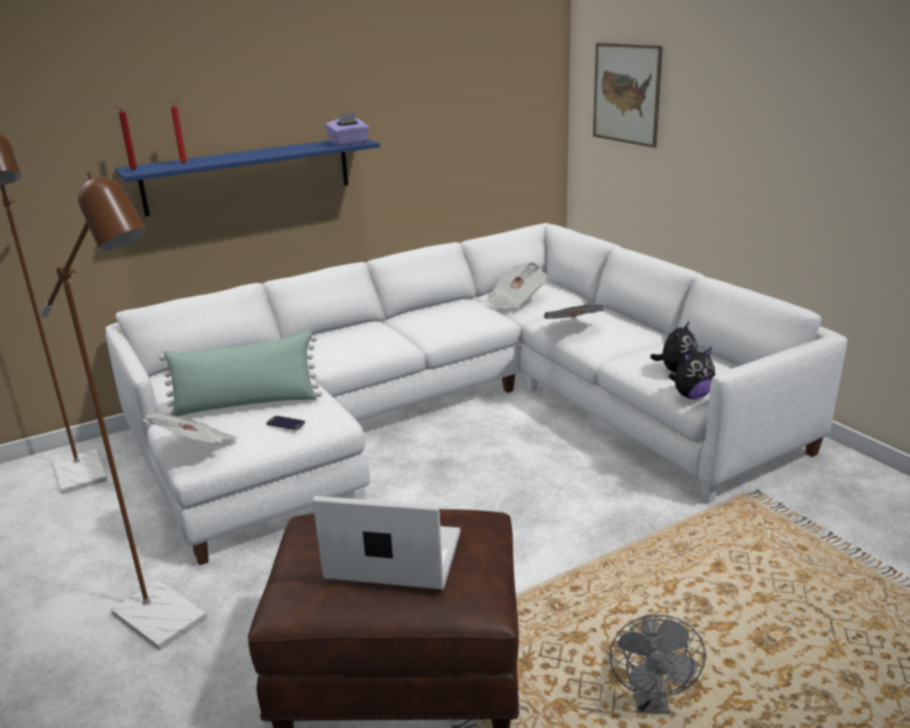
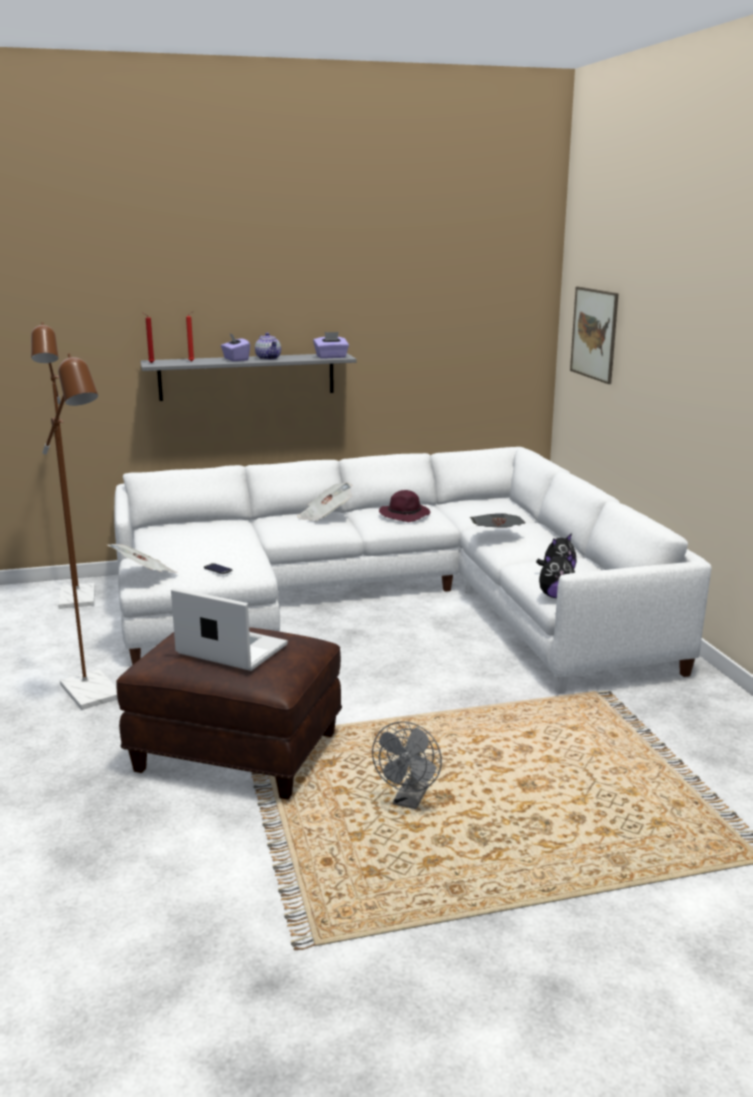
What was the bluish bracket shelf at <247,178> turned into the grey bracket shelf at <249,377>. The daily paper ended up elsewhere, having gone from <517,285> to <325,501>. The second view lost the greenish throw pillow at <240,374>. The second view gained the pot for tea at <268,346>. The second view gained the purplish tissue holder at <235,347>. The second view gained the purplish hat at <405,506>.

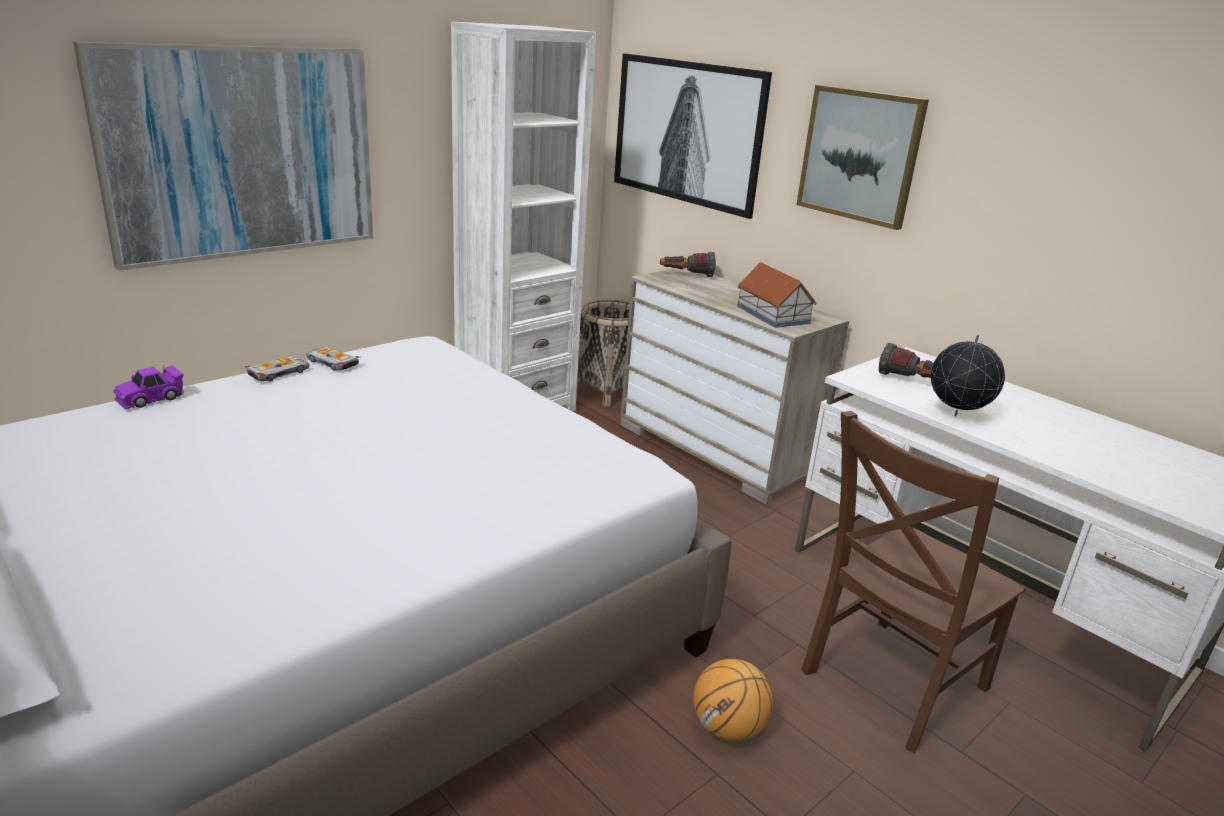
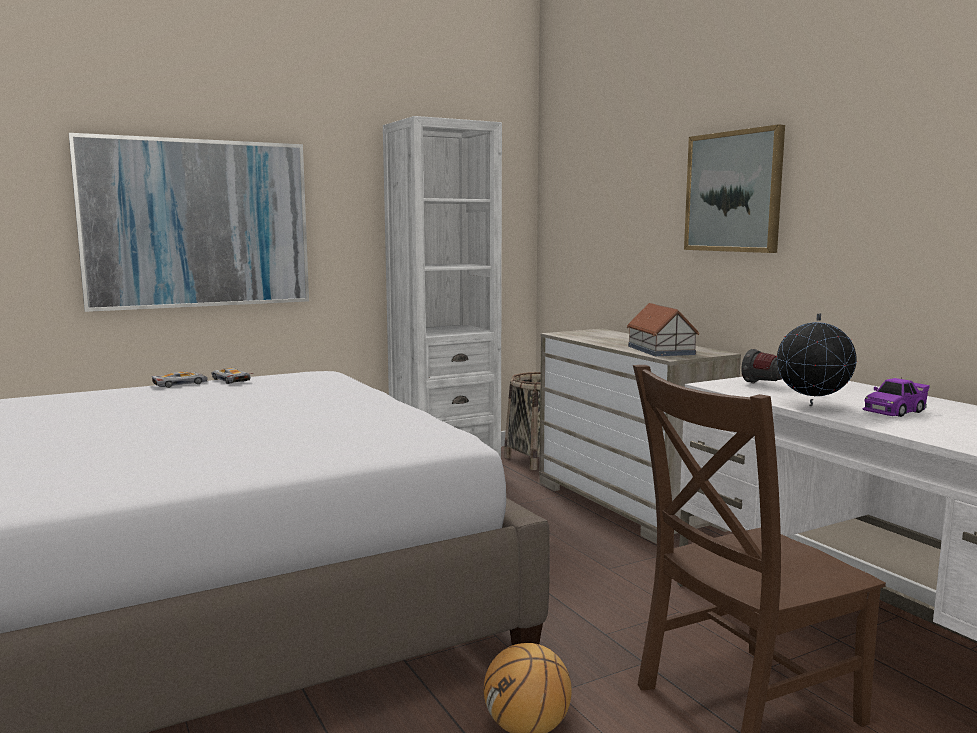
The second view lost the wall picture at <693,136>. The second view lost the hand torch at <688,264>. The purplish model car ended up elsewhere, having gone from <148,387> to <896,397>.

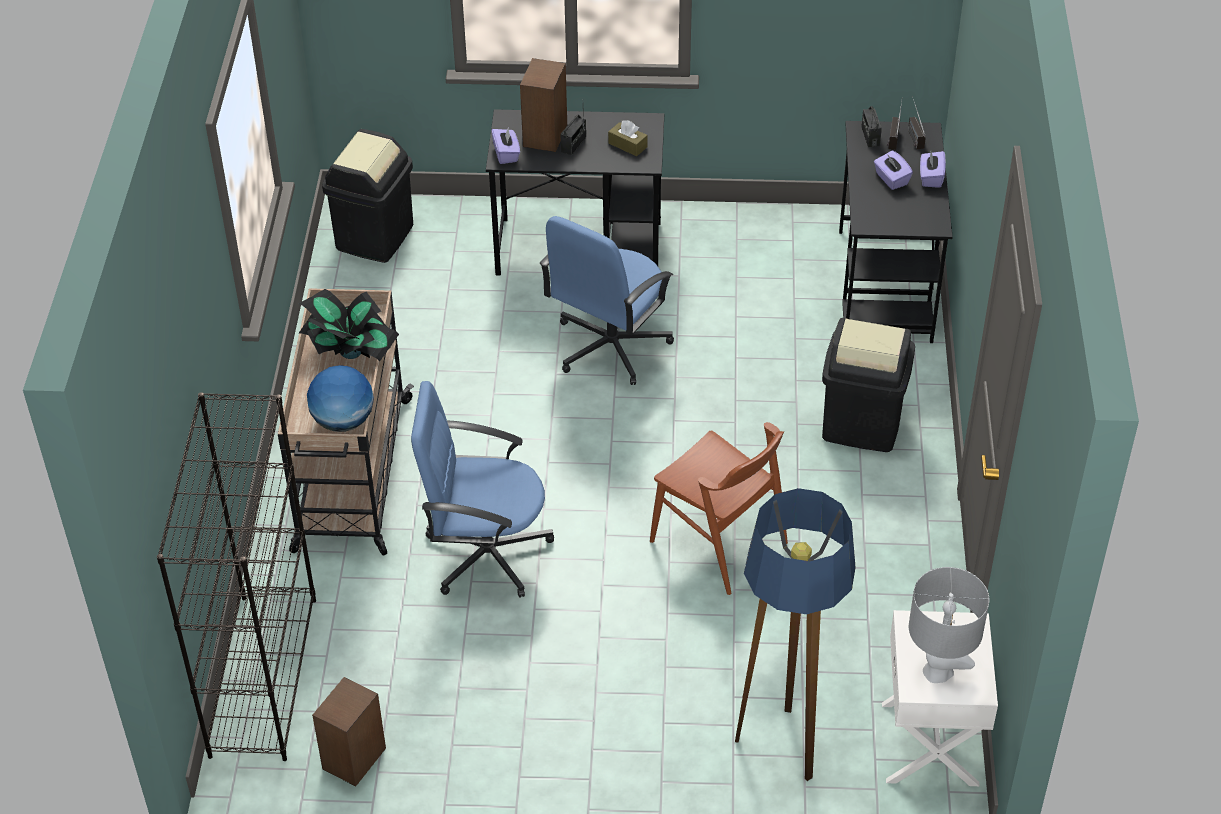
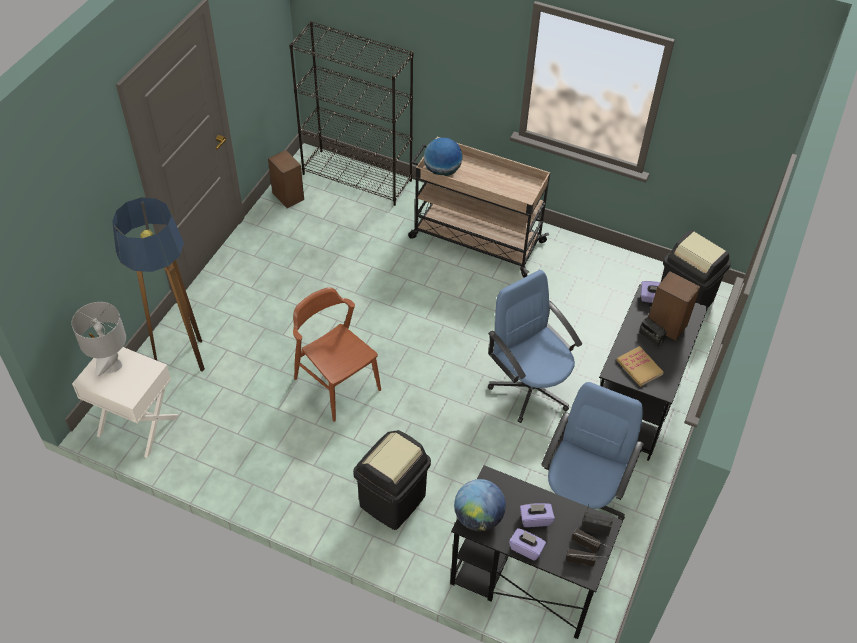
Where the brownish tissue holder stood at <628,138>, the book came to stand at <640,366>. The second view lost the houseplant at <349,325>. The bluish computer chair ended up elsewhere, having gone from <482,489> to <592,451>. The brownish plain chair at <719,508> ended up facing another way, 75 degrees clockwise from before. The second view gained the desk globe at <480,505>.

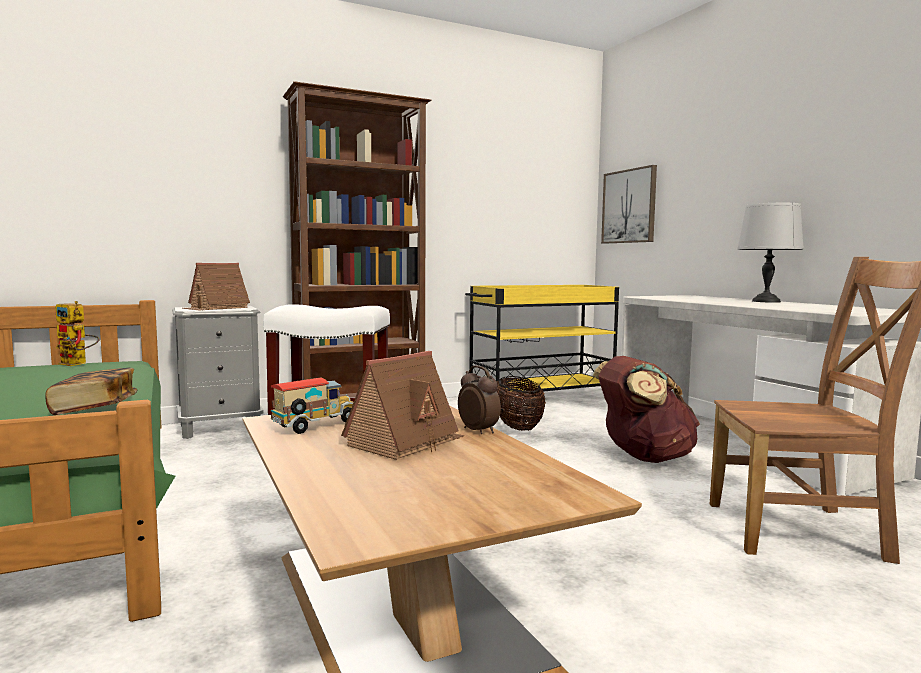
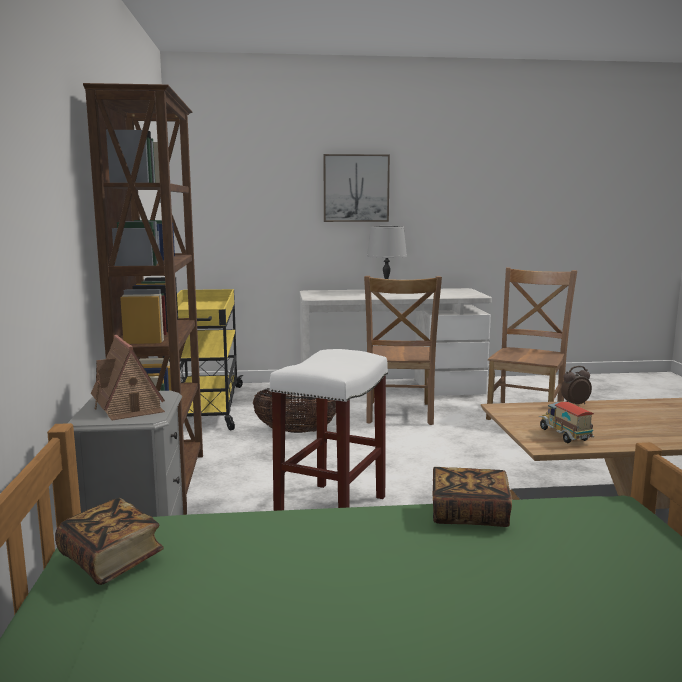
The wall picture ended up elsewhere, having gone from <629,204> to <356,188>. Where the robot figure stood at <77,333>, the book came to stand at <109,541>. The second view lost the model house at <402,405>. Where the brownish backpack stood at <646,409>, the brownish plain chair came to stand at <403,350>.

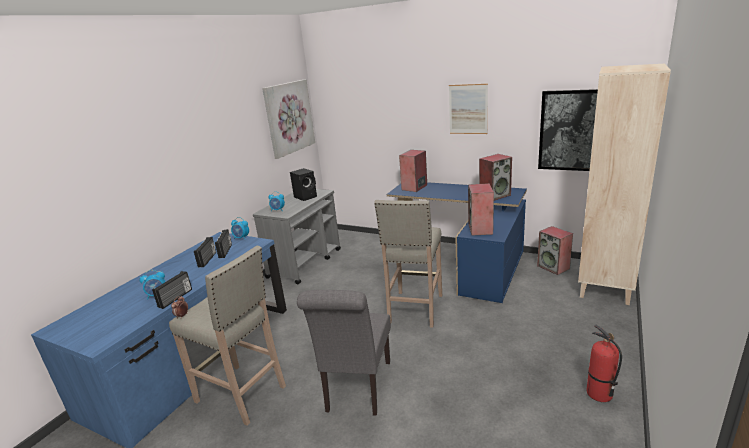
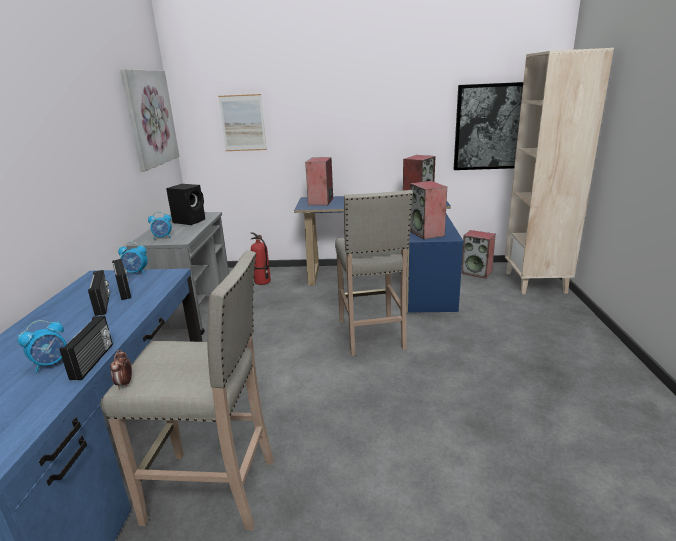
The wall picture ended up elsewhere, having gone from <468,109> to <242,122>. The second view lost the grey plain chair at <344,353>. The fire-fighting cylinder ended up elsewhere, having gone from <604,363> to <261,258>.

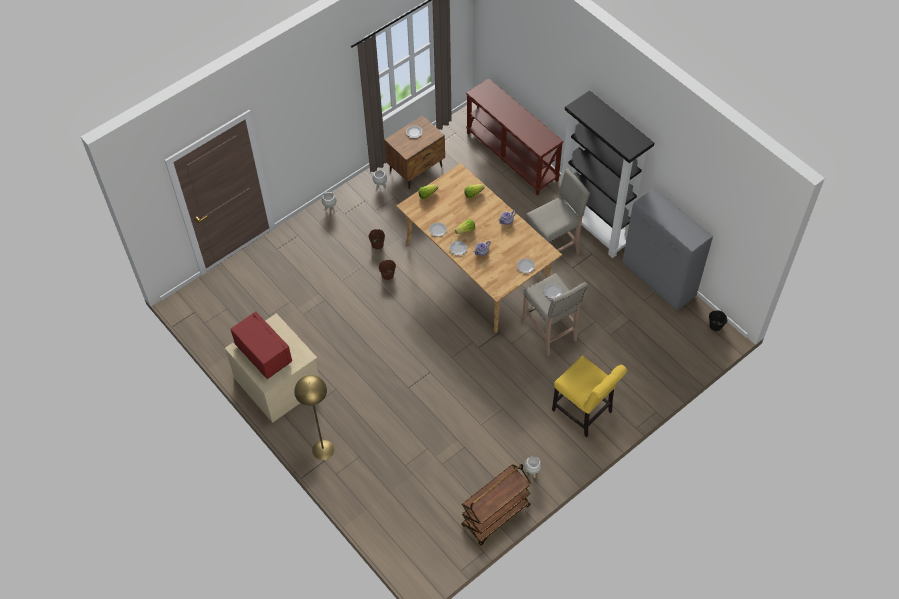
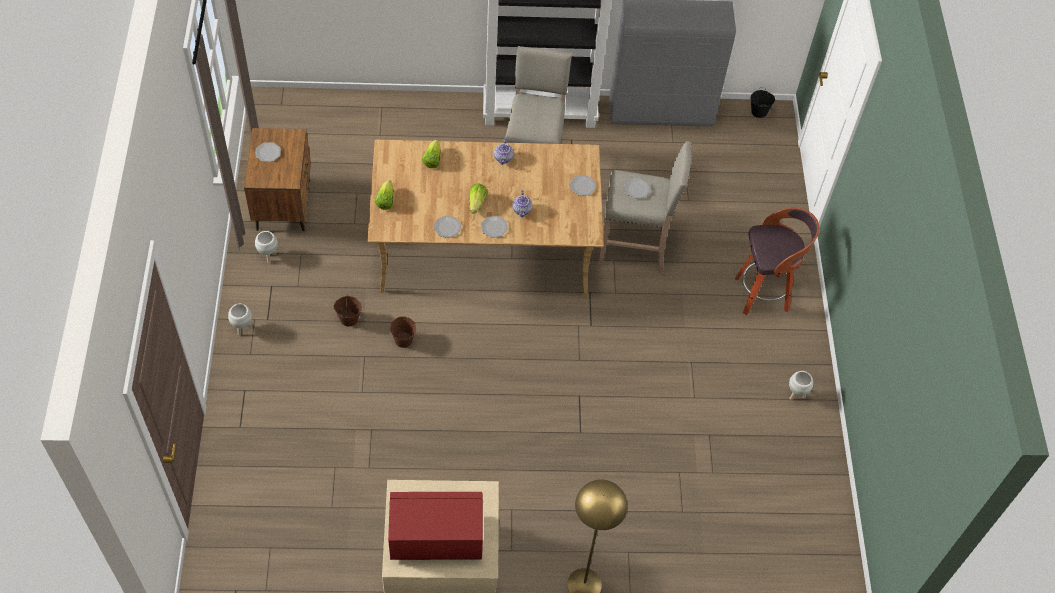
The second view lost the brownish narrow table at <515,137>. Where the yellow-coloured plain chair stood at <589,396>, the sitting stool came to stand at <777,261>. The second view lost the brownish wheeled cart at <496,505>.

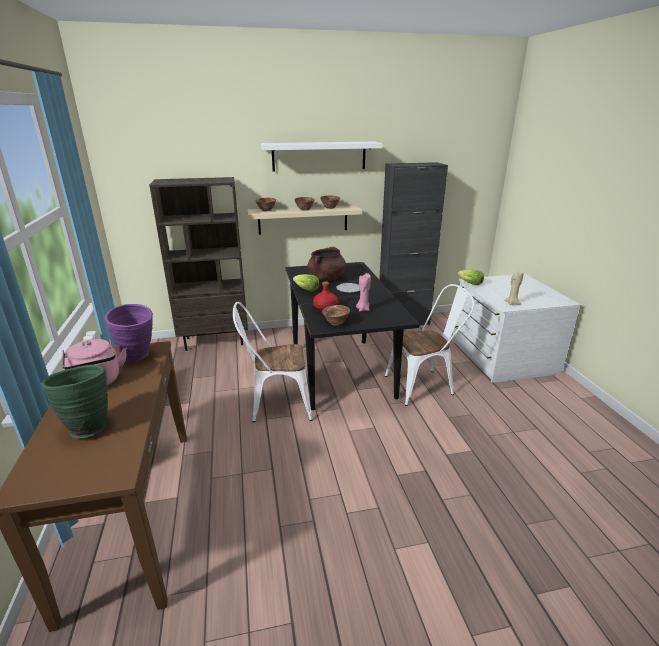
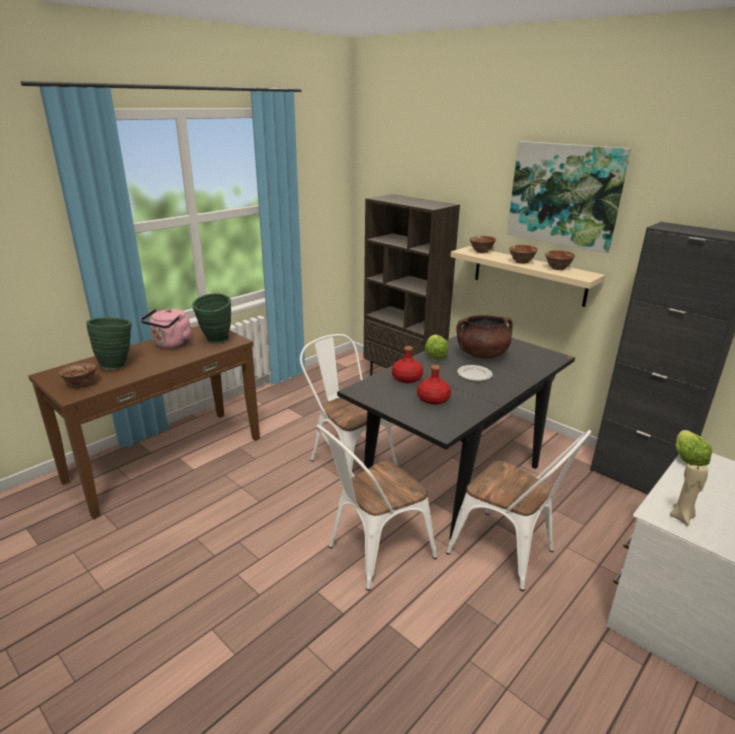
Where the white bracket shelf hung at <322,157>, the wall picture came to hang at <569,197>. Where the pinkish wax candle stood at <363,292>, the red-coloured bottle came to stand at <434,385>. What was the purplish flower vase at <129,332> turned into the greenish flower vase at <211,319>. The serving bowl ended up elsewhere, having gone from <336,315> to <77,375>. The second view gained the white plain chair at <376,508>.

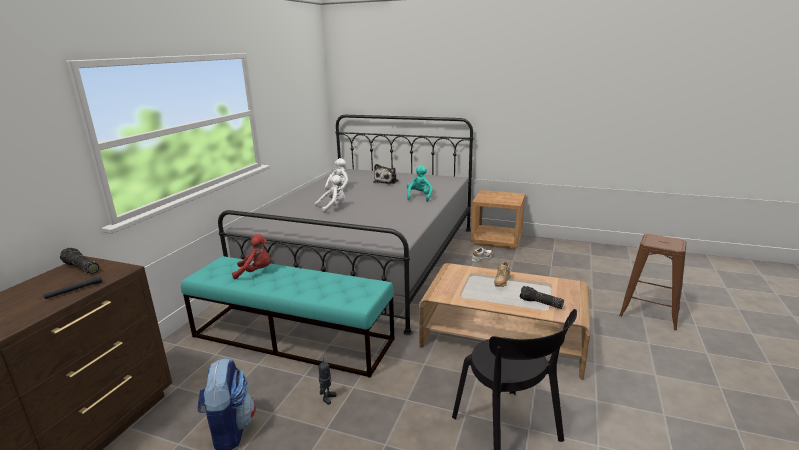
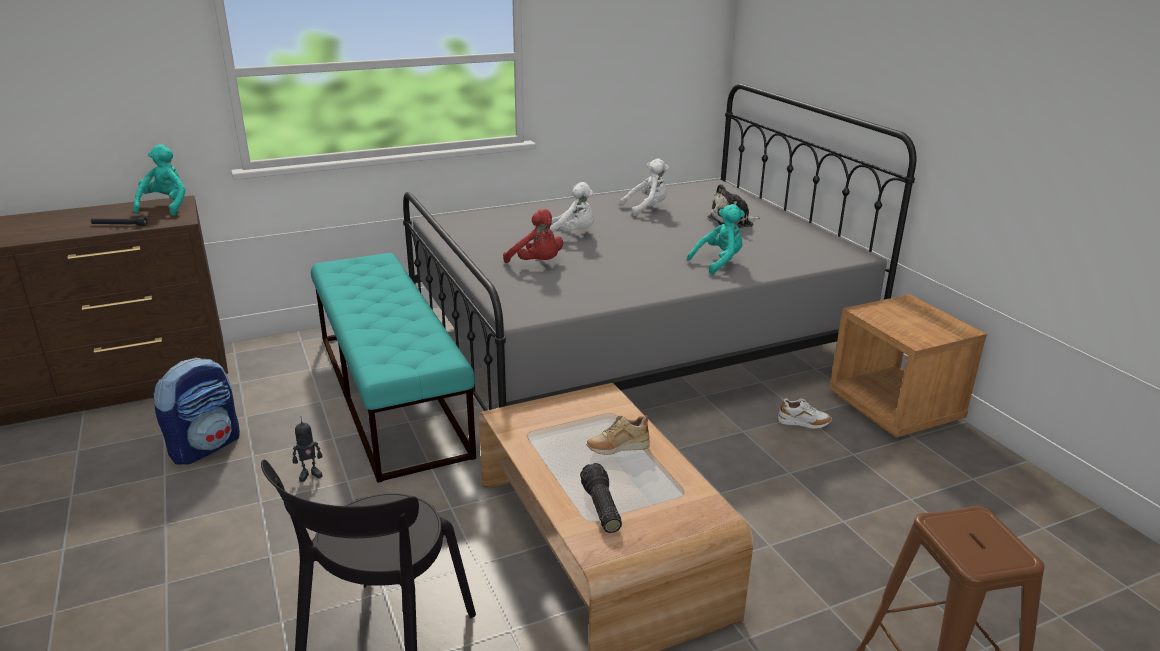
The red-coloured soft toy ended up elsewhere, having gone from <251,256> to <533,236>. Where the hand torch stood at <79,261>, the turquoise-coloured soft toy came to stand at <159,180>.

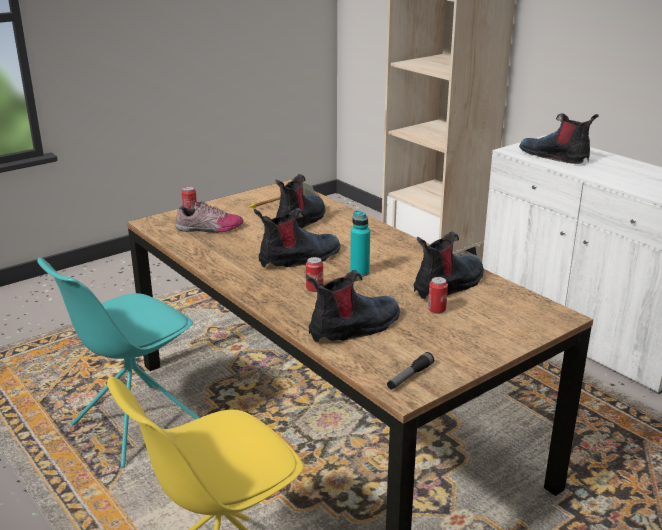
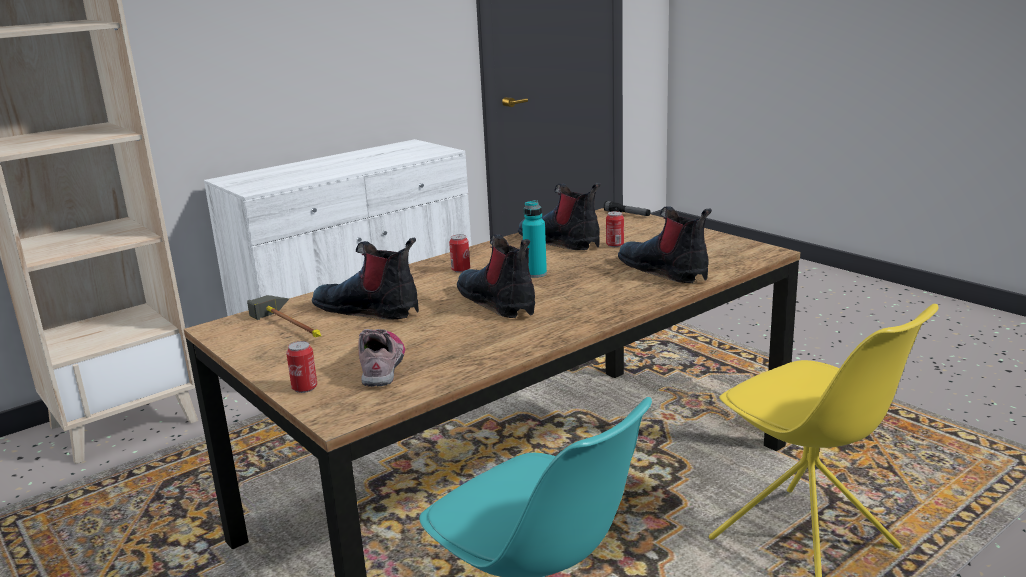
The second view lost the high-top boot at <559,138>. The metal can ended up elsewhere, having gone from <314,274> to <459,253>. The hand torch ended up elsewhere, having gone from <410,371> to <626,208>.

